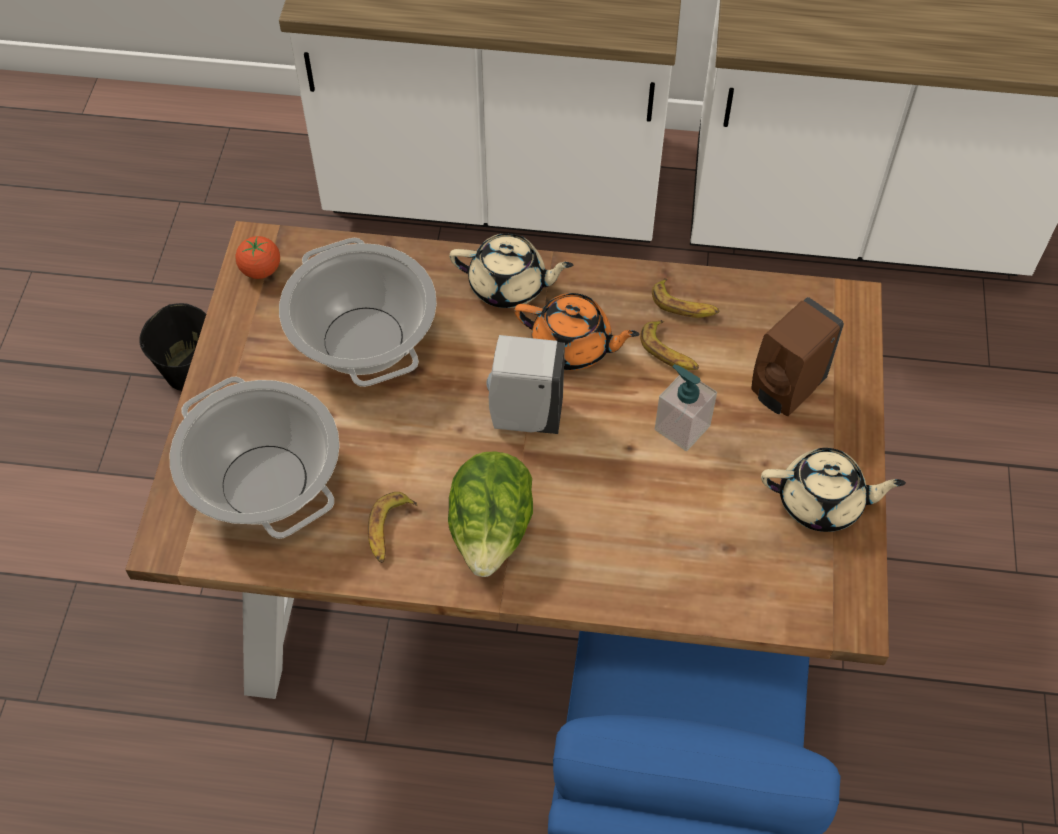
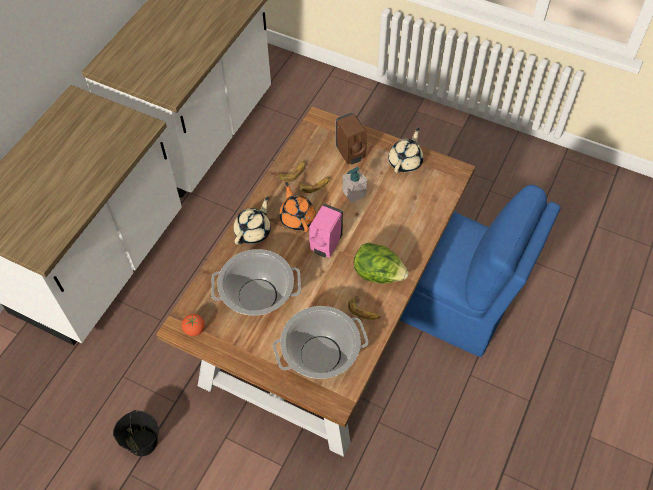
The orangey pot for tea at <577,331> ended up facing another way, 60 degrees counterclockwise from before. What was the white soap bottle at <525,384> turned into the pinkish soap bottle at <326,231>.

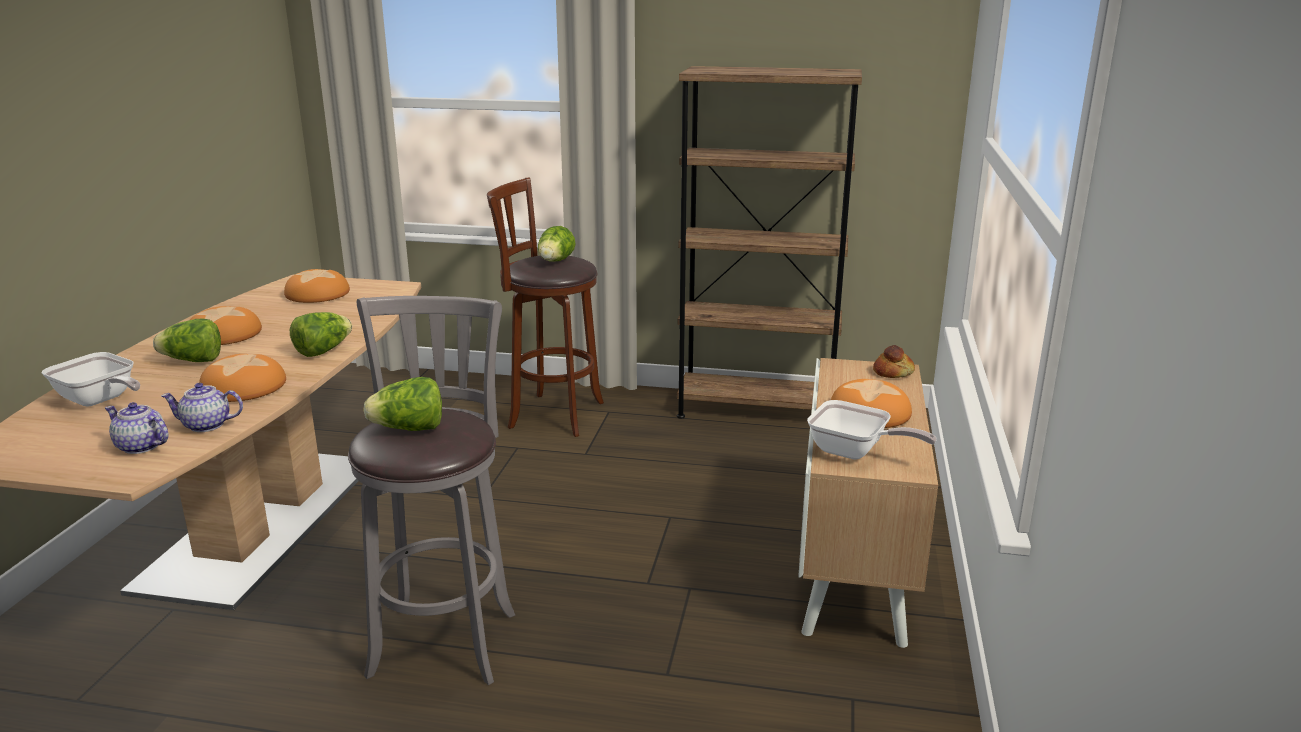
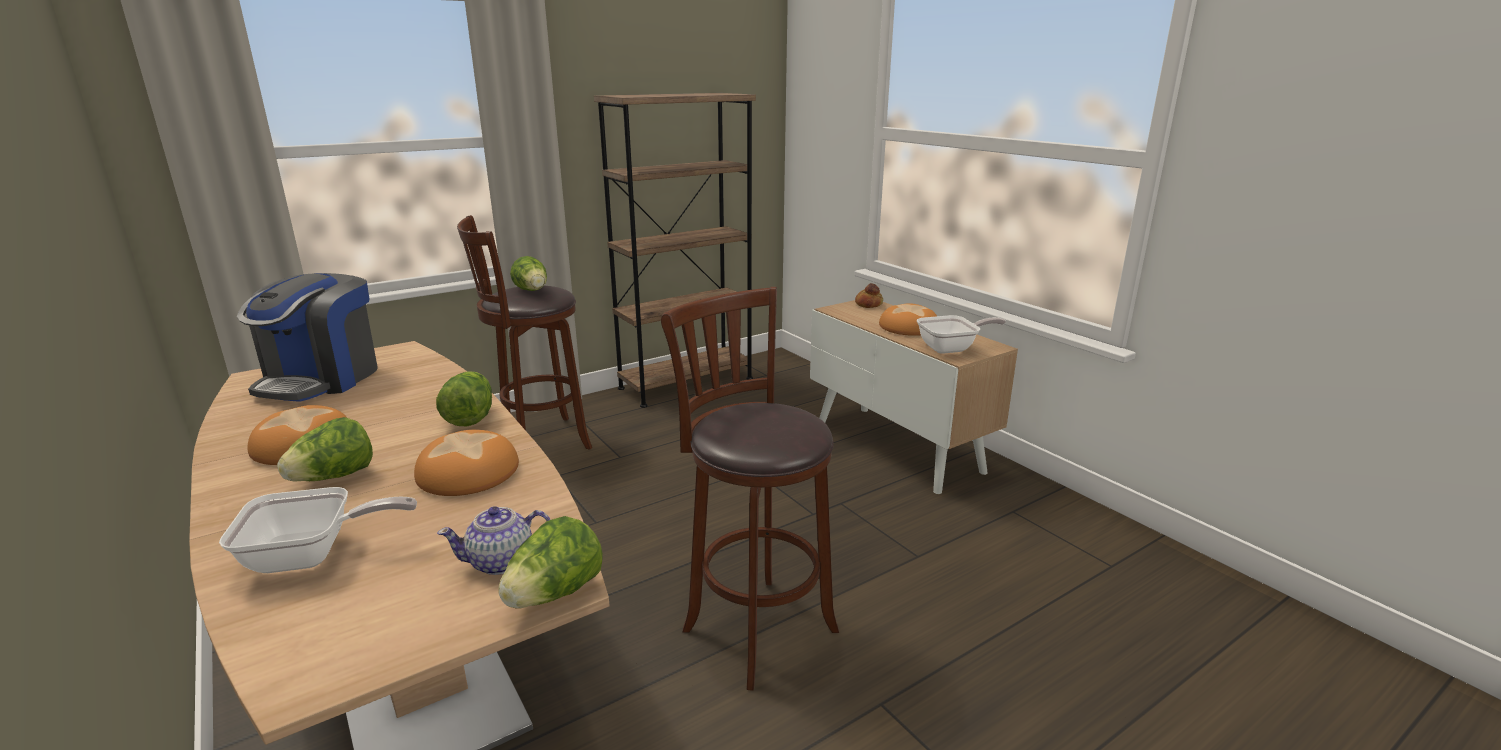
Where the bread stood at <317,286>, the coffee machine came to stand at <307,337>. What was the grey sitting stool at <431,490> turned into the brownish sitting stool at <750,489>. The lettuce ended up elsewhere, having gone from <402,404> to <550,562>. The second view lost the pot for tea at <202,407>.

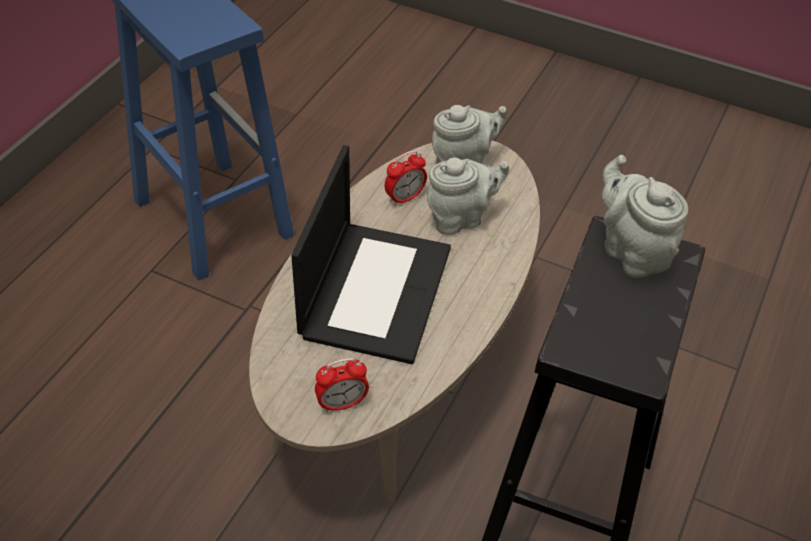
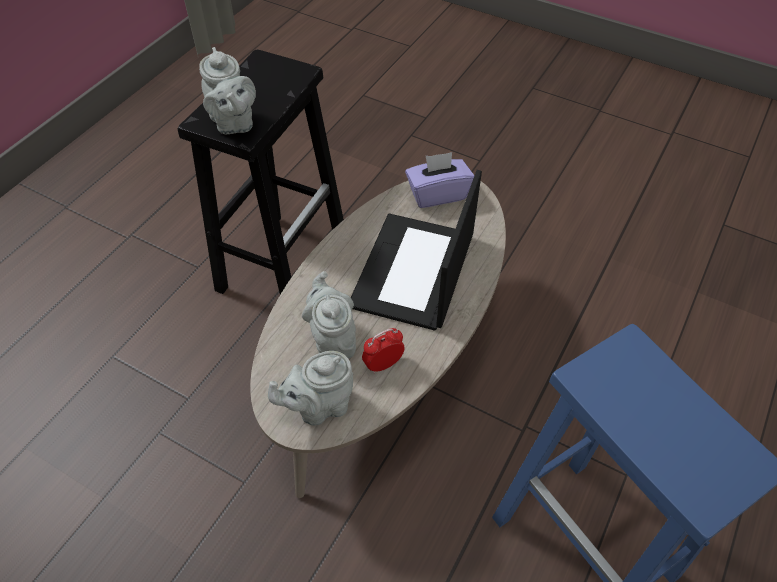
The grey pot for tea at <468,196> ended up facing another way, 90 degrees clockwise from before. Where the table clock stood at <342,385>, the purplish tissue holder came to stand at <440,180>.

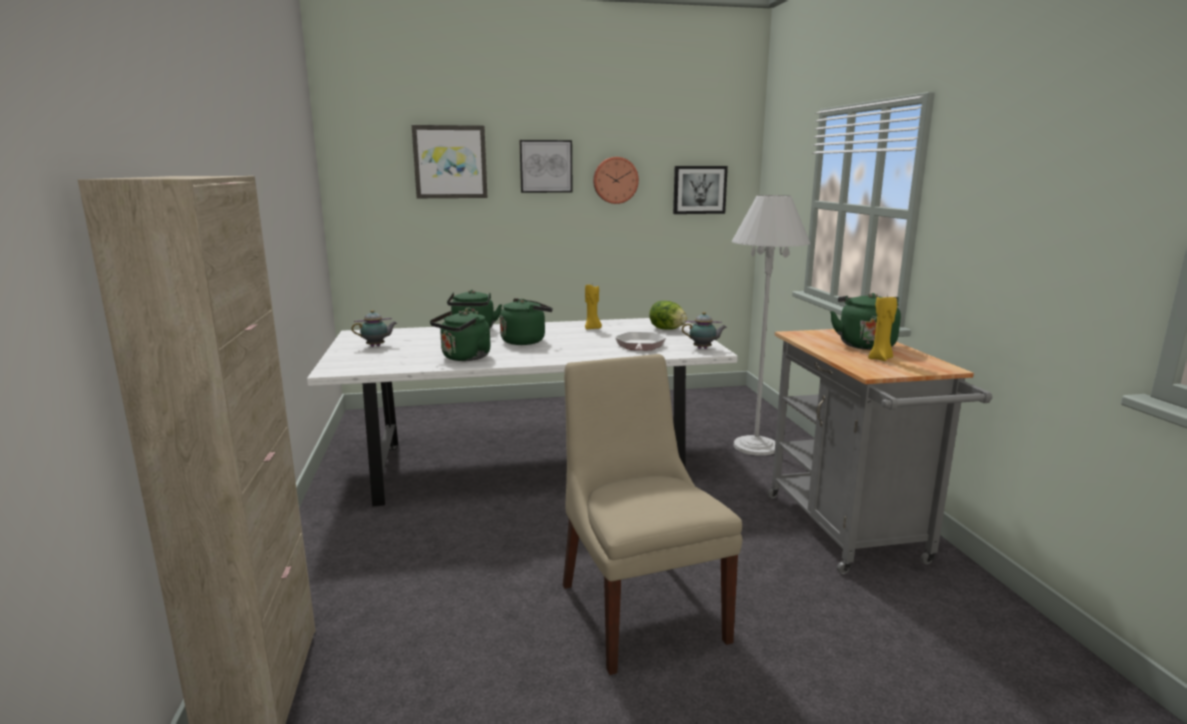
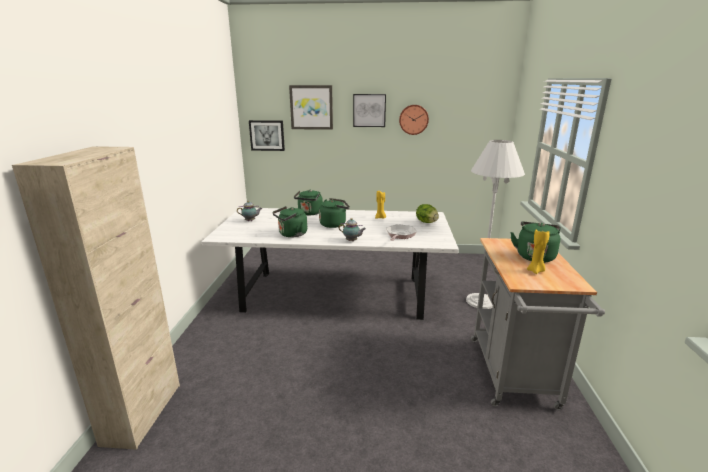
The wall picture ended up elsewhere, having gone from <700,190> to <267,135>. The pot for tea ended up elsewhere, having gone from <704,330> to <352,229>. The second view lost the sand-coloured plain chair at <652,514>.

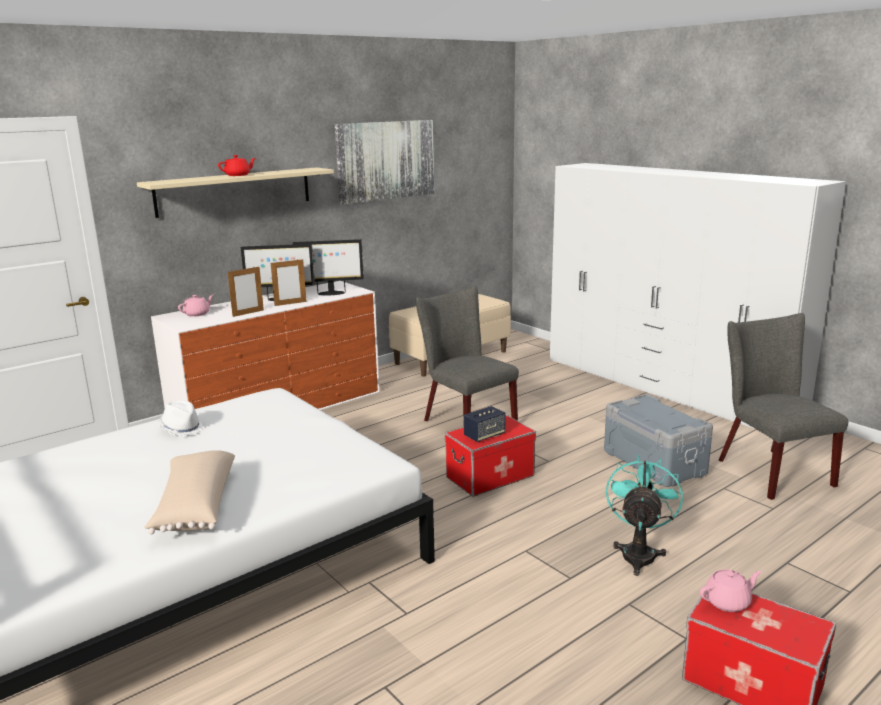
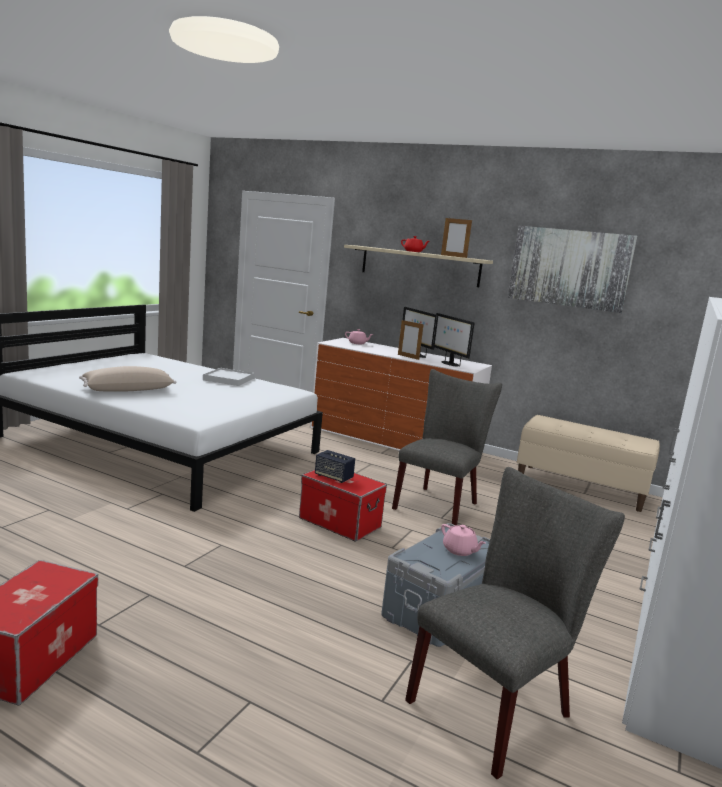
The standing frame ended up elsewhere, having gone from <246,292> to <456,238>. Where the white hat stood at <181,418>, the white tray came to stand at <229,377>. The second view lost the turquoise-coloured fan at <644,515>. The pinkish pot for tea ended up elsewhere, having gone from <731,590> to <463,540>.

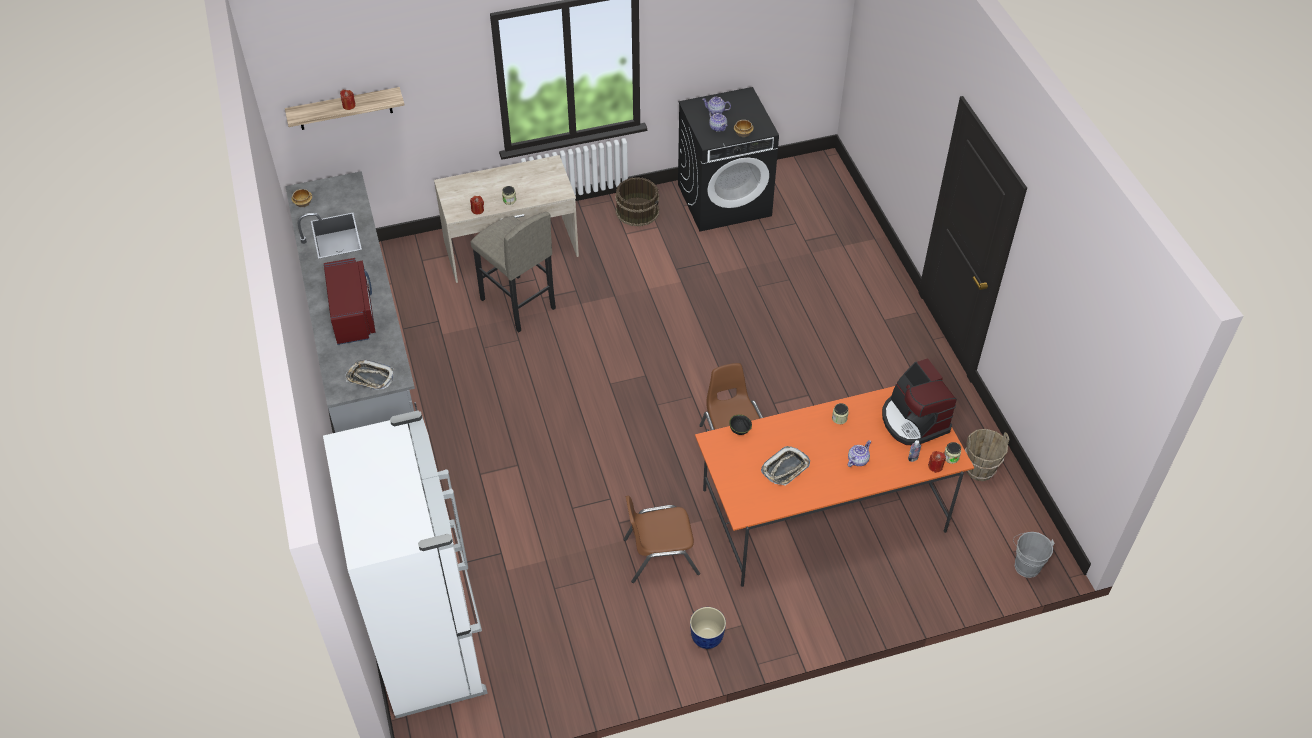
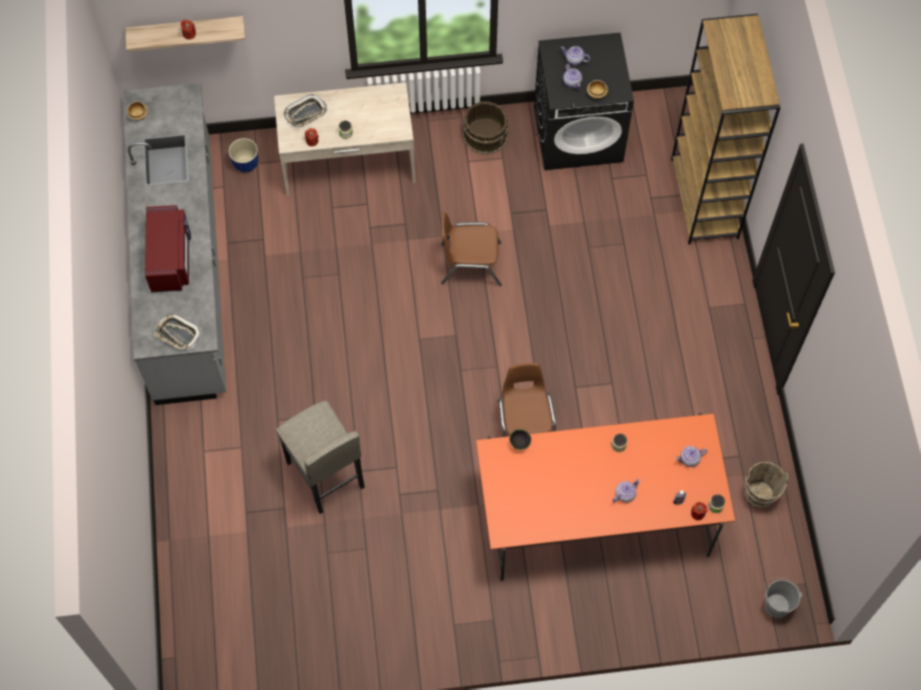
The grey sitting stool ended up elsewhere, having gone from <513,272> to <320,457>. Where the coffee machine stood at <919,401>, the pot for tea came to stand at <691,456>. The second view lost the white fridge at <405,564>. The tray ended up elsewhere, having gone from <785,465> to <305,111>. The brownish plain chair ended up elsewhere, having gone from <661,539> to <471,249>. The plant pot ended up elsewhere, having gone from <708,628> to <243,155>. The second view gained the brownish bookcase at <726,129>.

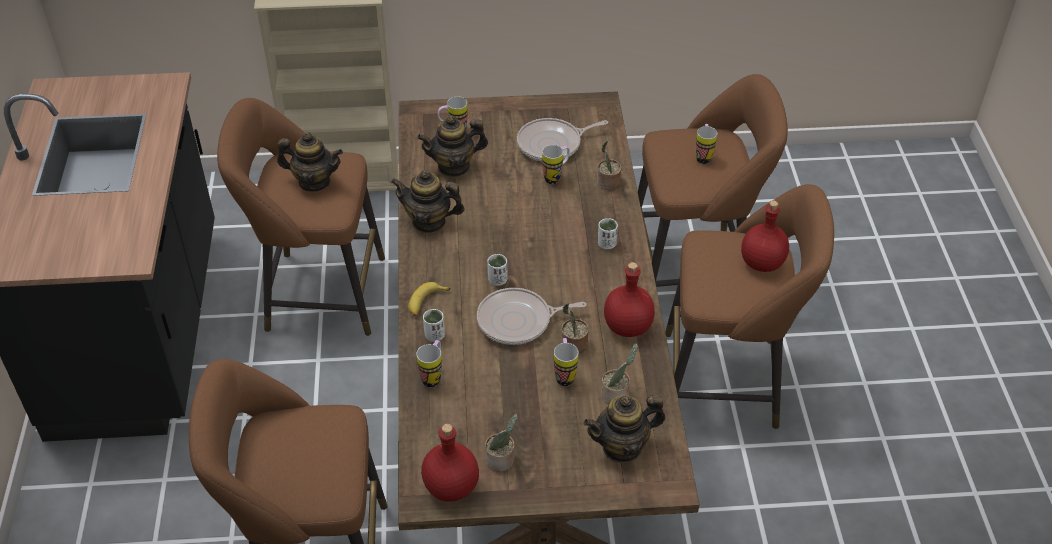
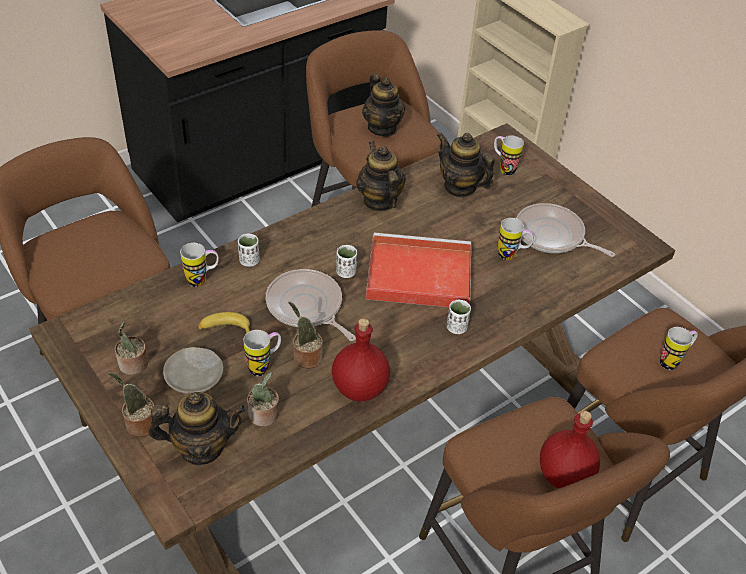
The houseplant ended up elsewhere, having gone from <609,165> to <131,404>. The banana ended up elsewhere, having gone from <429,299> to <223,322>. The pot for tea at <624,429> ended up facing another way, 135 degrees clockwise from before. The second view lost the red-coloured bottle at <450,462>. The second view gained the red-coloured tray at <418,269>. The second view gained the sand-coloured flat dish at <193,370>.

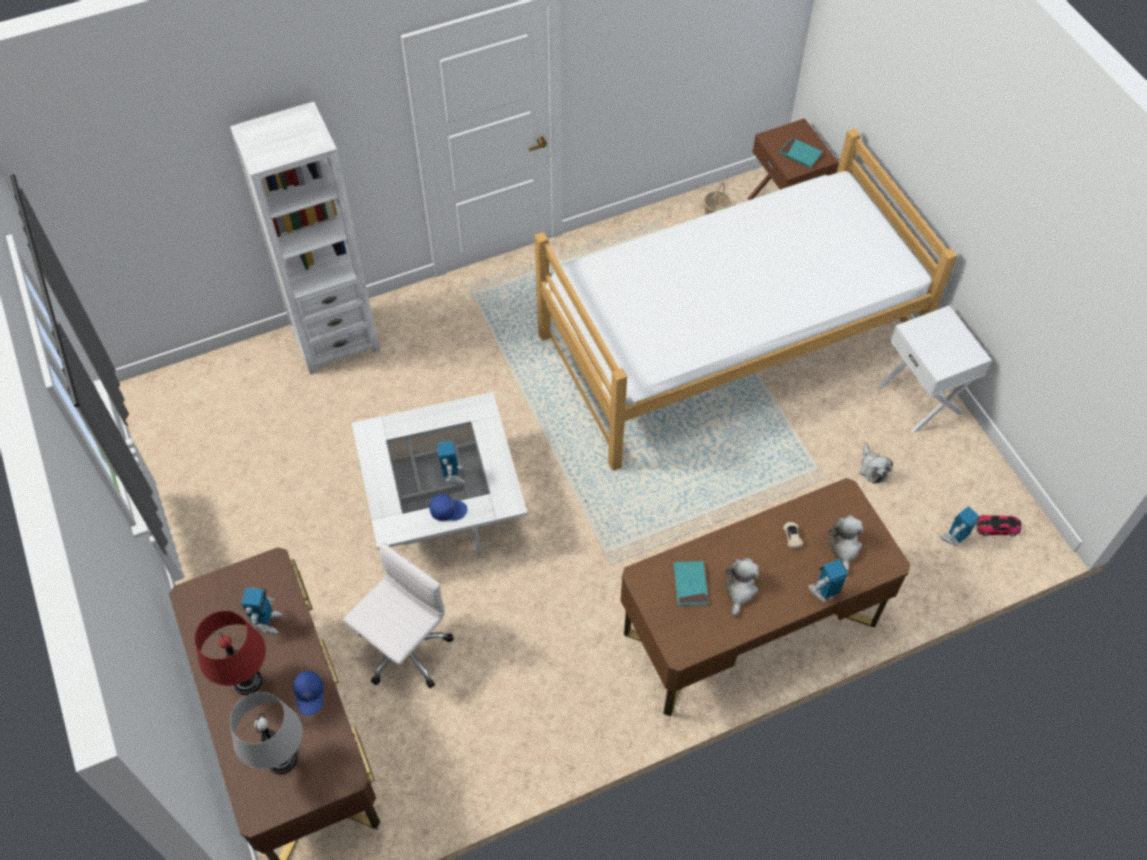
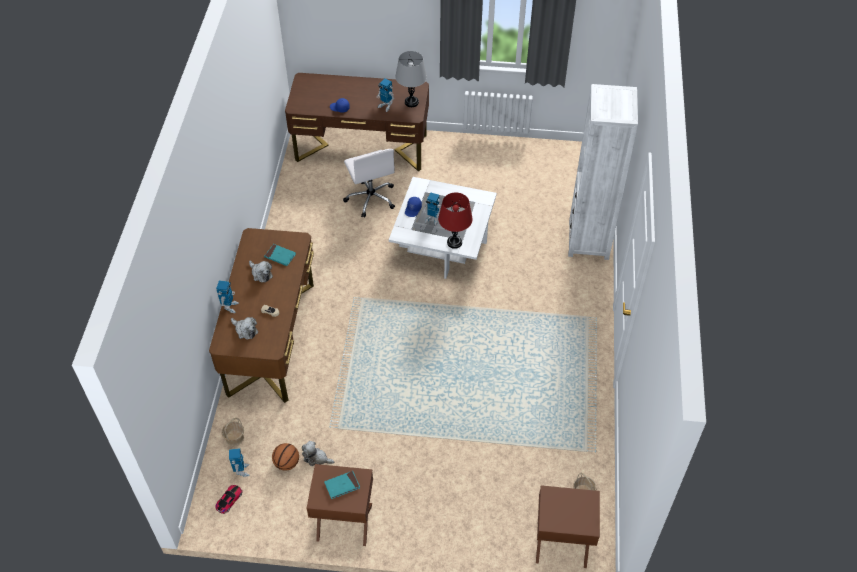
The second view lost the bed at <746,299>. The turquoise-coloured book ended up elsewhere, having gone from <800,152> to <342,485>. What was the white night table at <935,369> turned into the brownish night table at <340,505>. The red-coloured tabletop lamp ended up elsewhere, having gone from <230,653> to <455,220>. The grey tabletop lamp ended up elsewhere, having gone from <266,733> to <411,79>. The second view gained the household basket at <232,432>. The second view gained the basketball ball at <285,457>.

